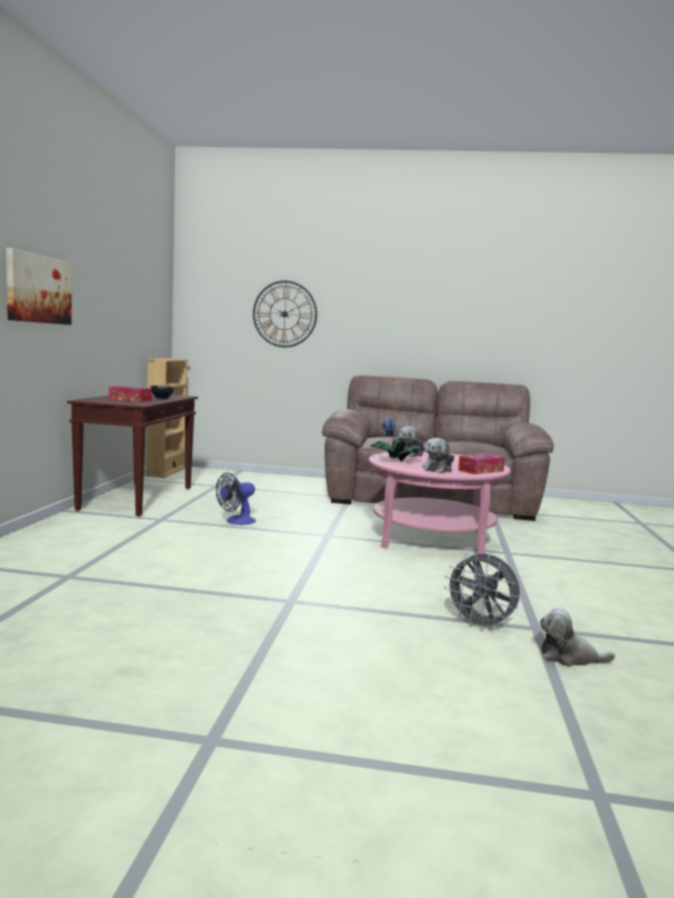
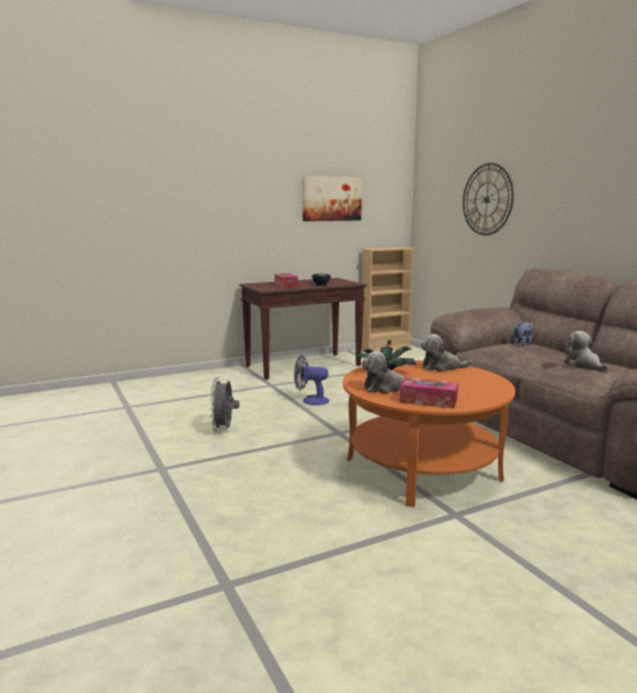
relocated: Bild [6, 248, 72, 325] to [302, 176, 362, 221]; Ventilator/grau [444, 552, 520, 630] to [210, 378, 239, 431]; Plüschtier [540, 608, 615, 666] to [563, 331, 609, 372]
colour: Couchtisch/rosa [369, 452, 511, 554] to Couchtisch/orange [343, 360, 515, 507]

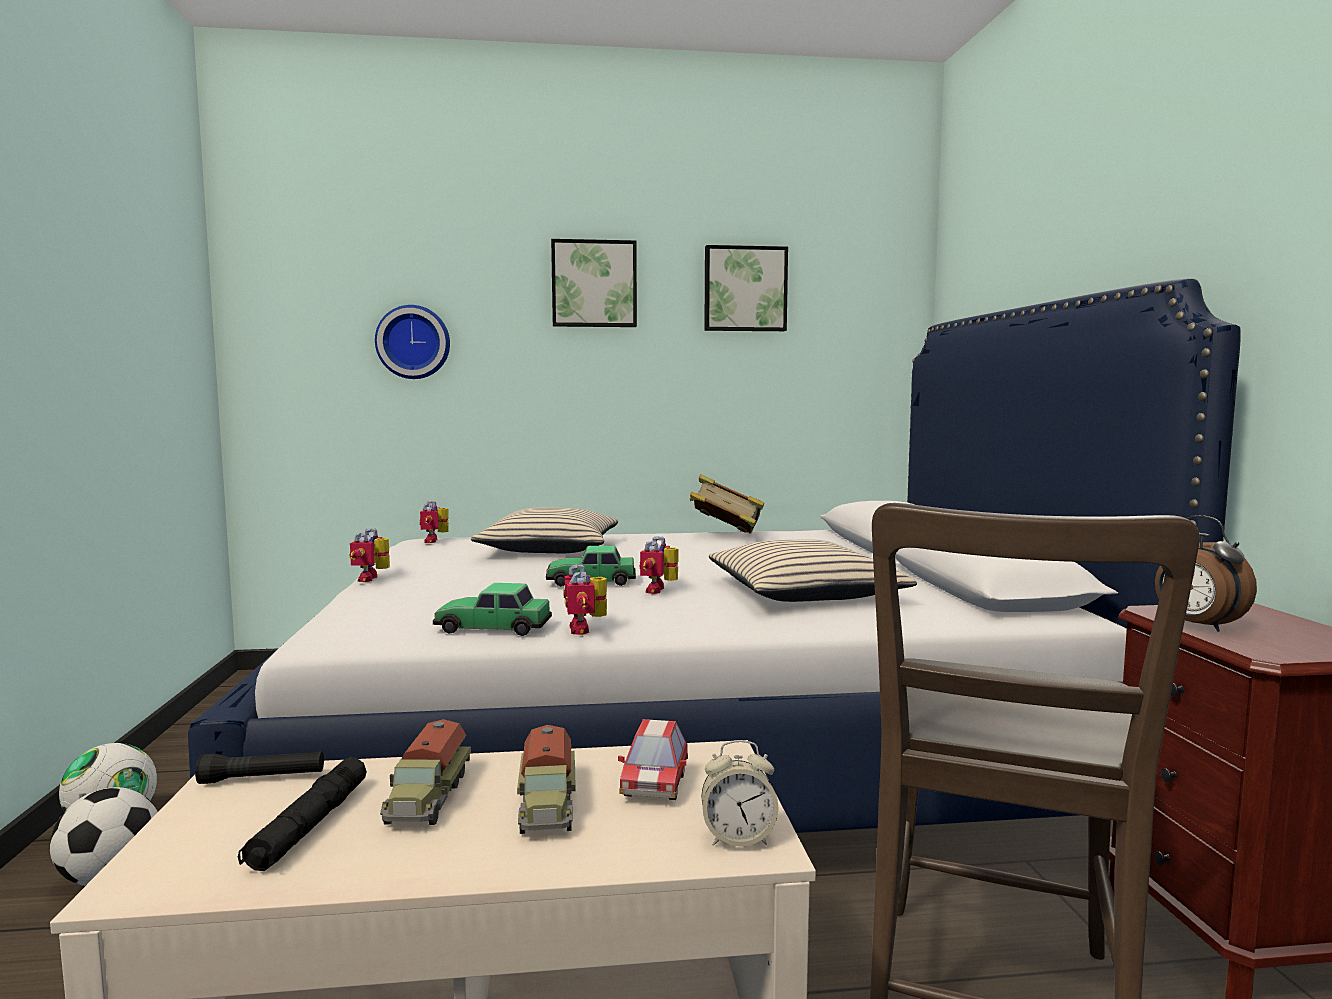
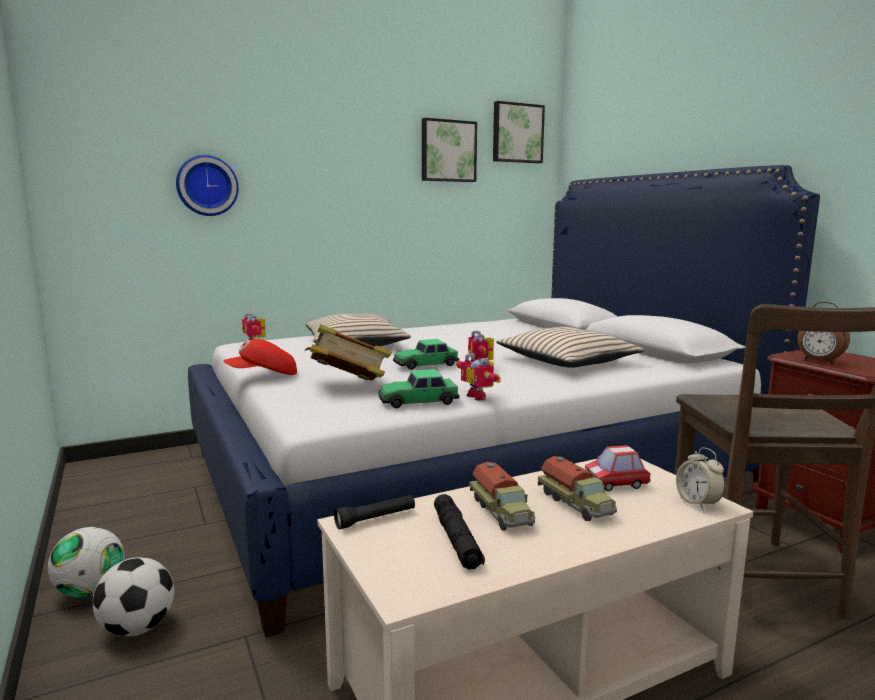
relocated: Bild [551, 239, 637, 327] to [493, 101, 545, 163]; Buch [690, 474, 764, 534] to [305, 324, 392, 381]
exchanged: Spielzeugroboter [349, 528, 390, 582] to Kappe/rot [223, 339, 297, 375]
spun: Spielzeugauto [618, 719, 688, 800] = [585, 445, 651, 491] 90 degrees clockwise; Wecker [701, 740, 779, 846] = [676, 447, 725, 510] 90 degrees clockwise

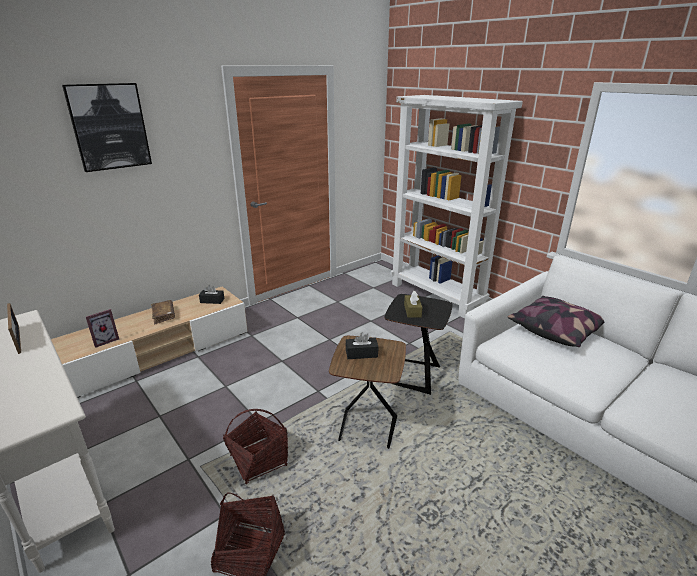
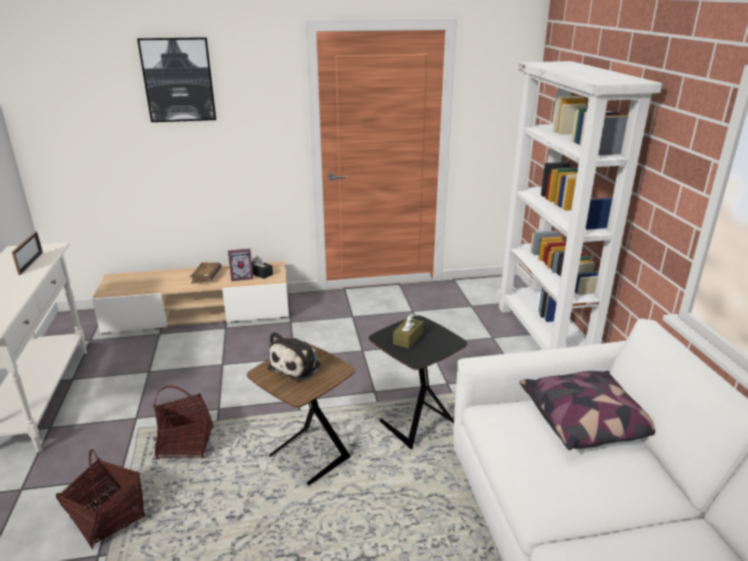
relocated: Bilderrahmen [86, 309, 119, 348] to [228, 249, 253, 281]
exchanged: Taschentuchbox/schwarz [346, 332, 378, 359] to Plüschtier [268, 332, 321, 381]

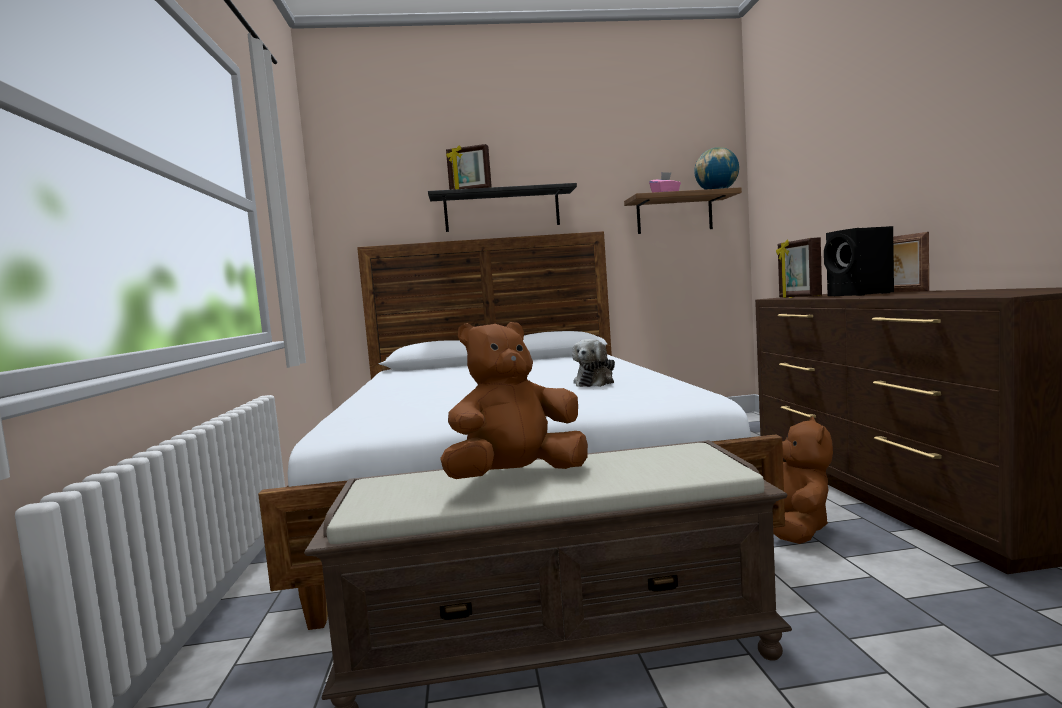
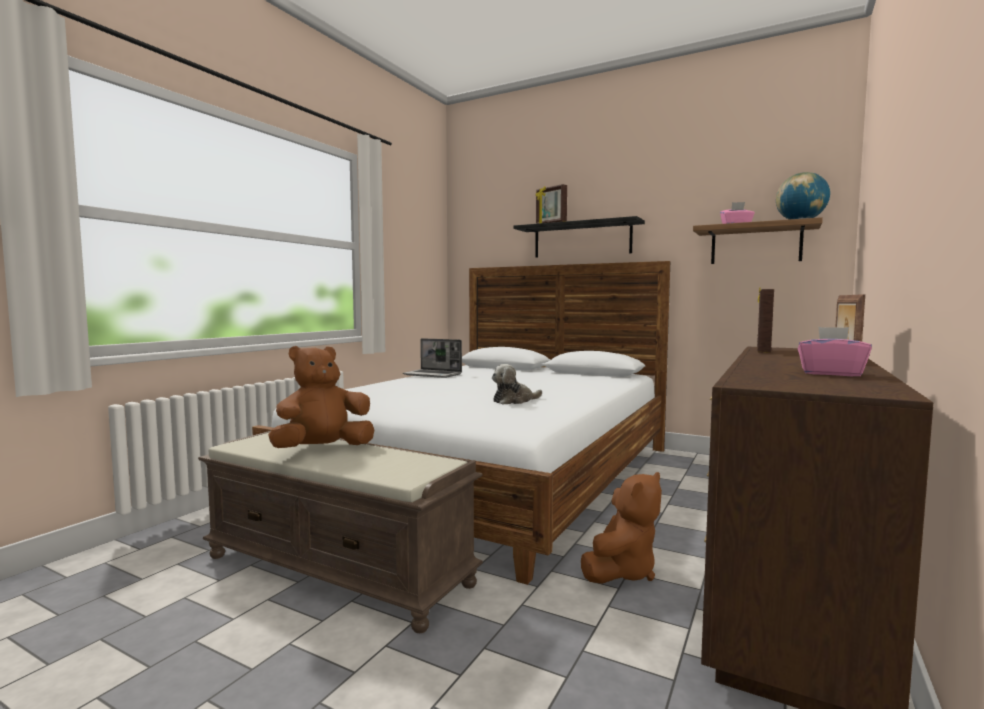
missing: Lautsprecher/schwarz [824, 226, 894, 296]
appeared: Laptop [403, 338, 462, 378]; Taschentuchbox/rosa [798, 327, 872, 376]
spun: Plüschtier/braun [440, 322, 588, 479] = [268, 346, 374, 448] 45 degrees counterclockwise

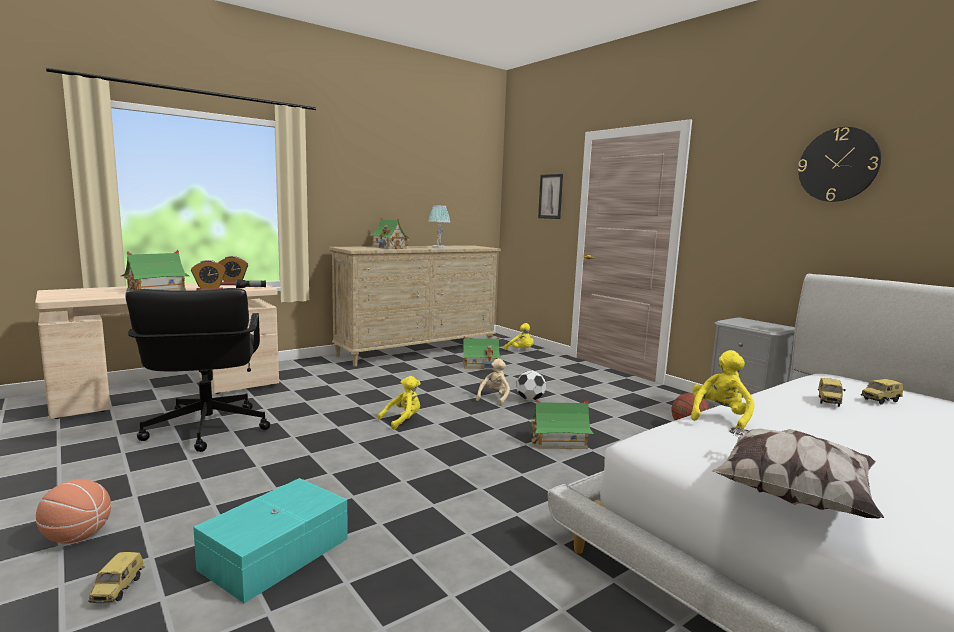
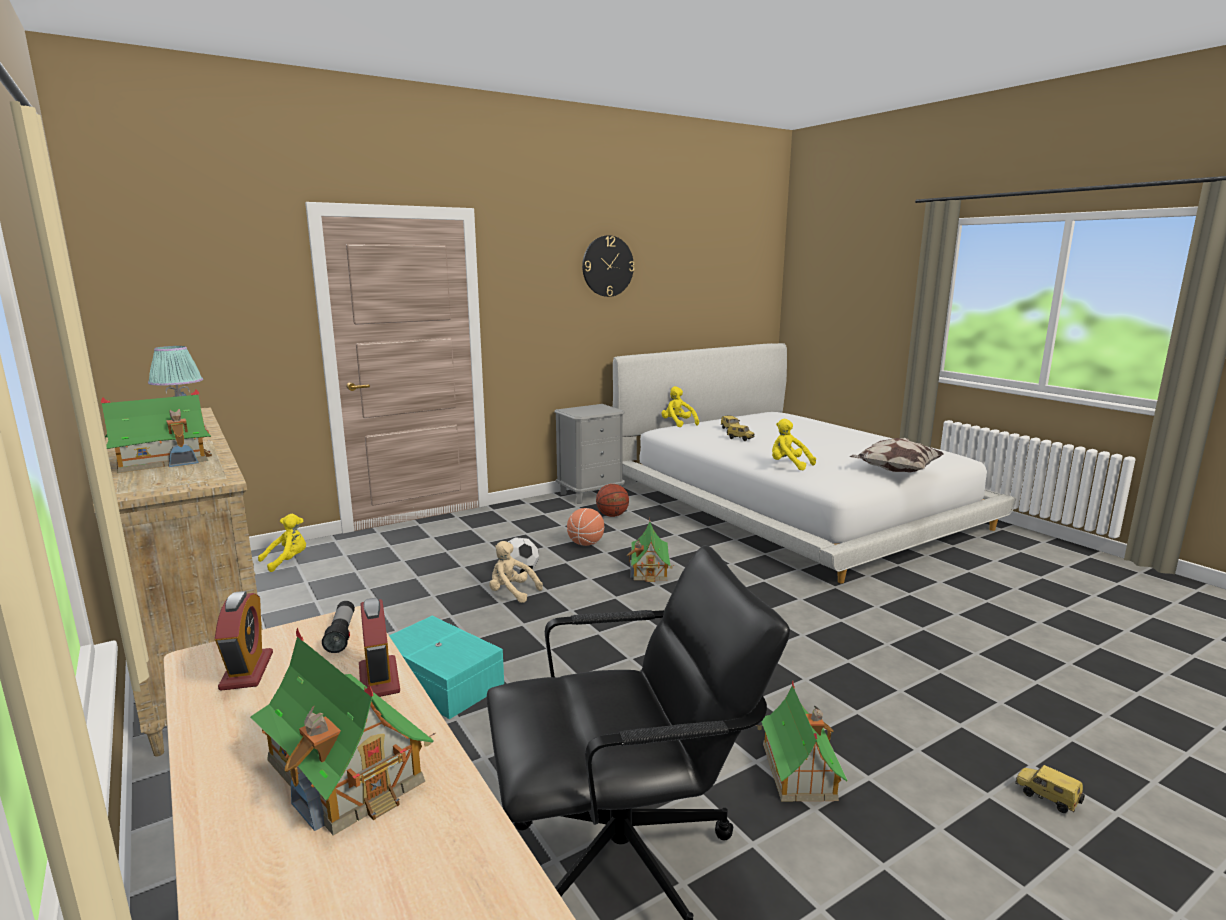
missing: Bild [538, 174, 563, 219]
relocated: Basketball [36, 479, 111, 544] to [567, 508, 604, 546]; Aufbewahrungsbox/türkis [193, 478, 348, 603] to [389, 616, 504, 719]; Plüschtier/gelb [378, 376, 421, 430] to [661, 386, 699, 427]; Spielzeughaus [461, 336, 501, 370] to [756, 681, 848, 801]
spun: Spielzeugauto [88, 552, 144, 603] = [1015, 765, 1085, 813] 135 degrees counterclockwise

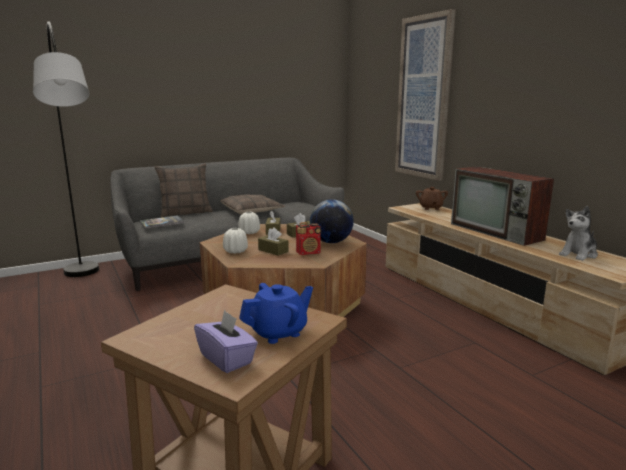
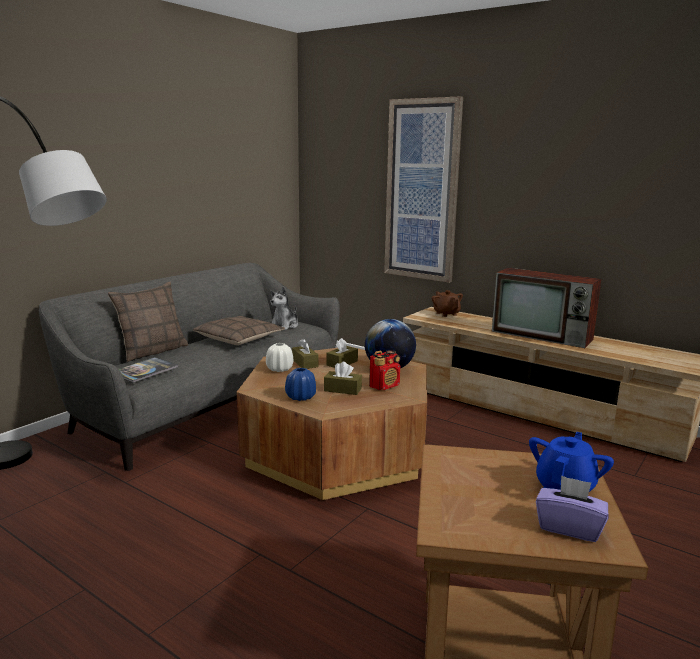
relocated: Plüschtier [559, 206, 598, 261] to [270, 287, 298, 331]
colour: Vase/weiß [223, 228, 248, 254] to Vase/blau [285, 368, 316, 401]

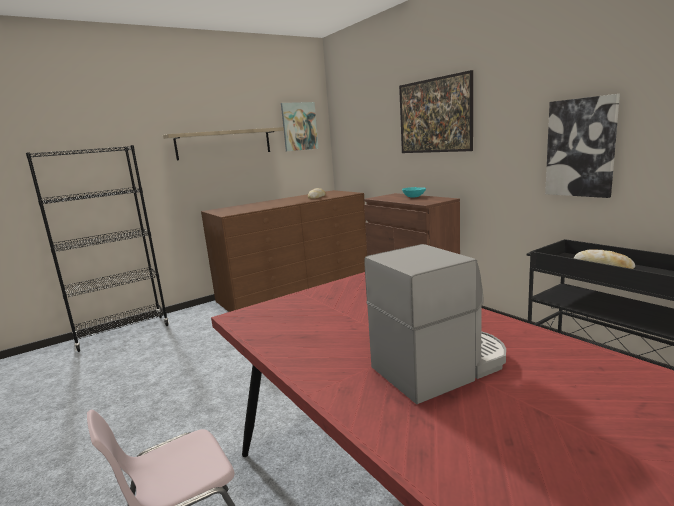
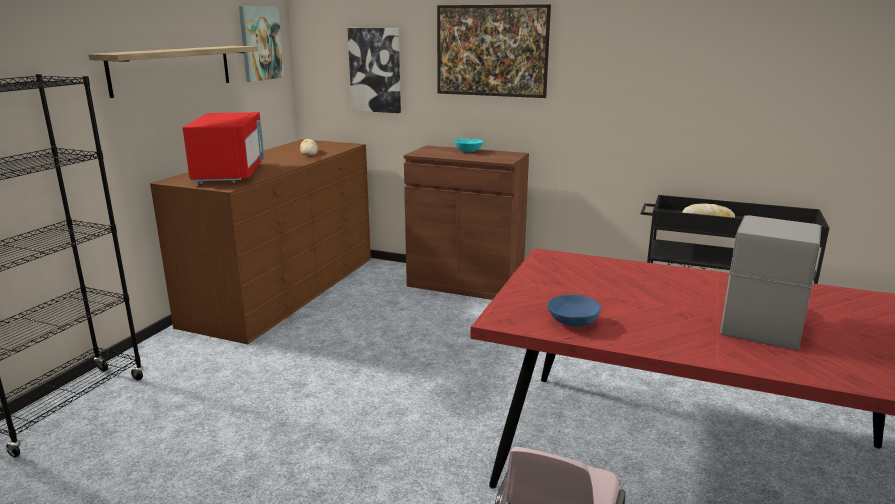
appeared: Mikrowelle/rot [183, 112, 264, 184]; Schüssel/blau [547, 294, 601, 327]
relocated: Bild [545, 94, 620, 198] to [348, 28, 401, 113]

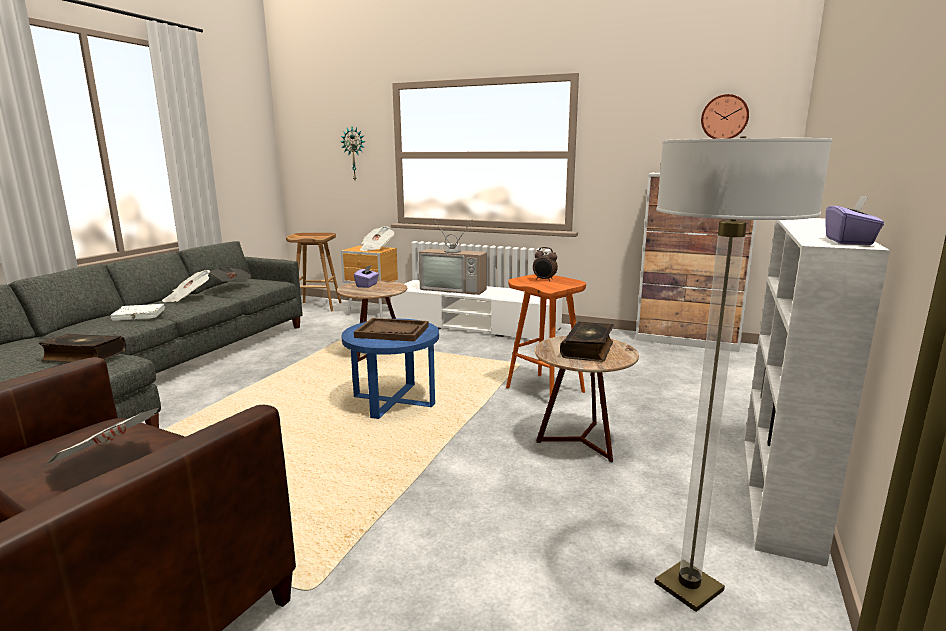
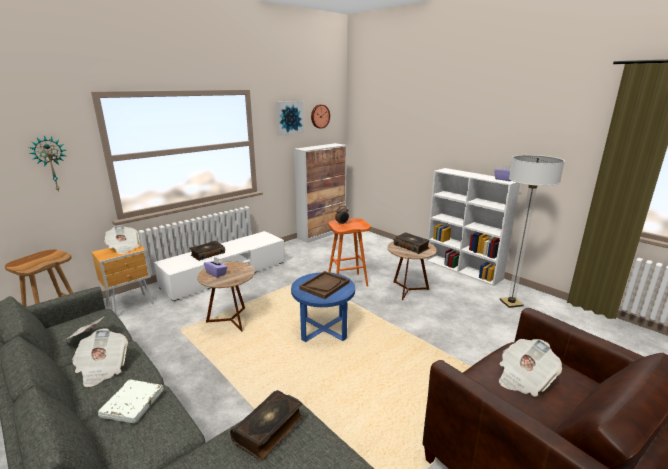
appeared: Bild [276, 101, 304, 136]
exchanged: Fernseher [419, 218, 487, 295] to Buch [190, 241, 225, 261]

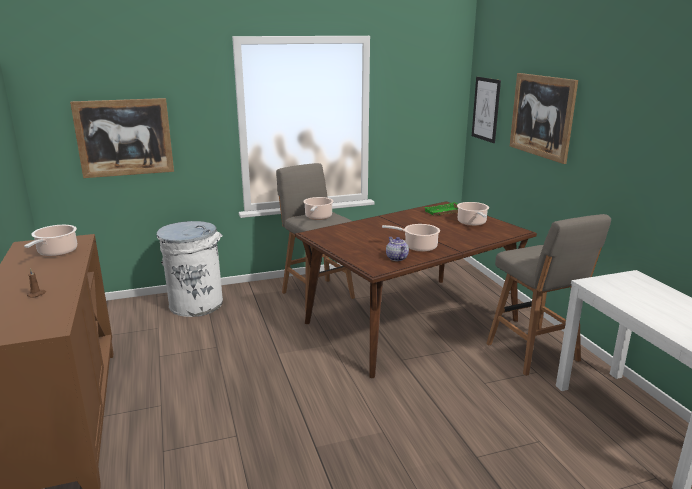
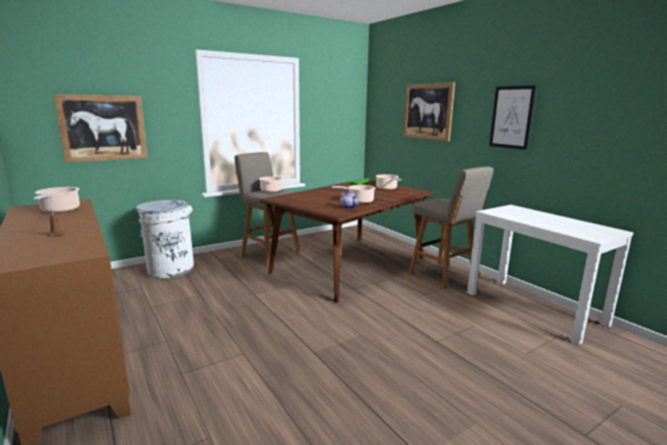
relocated: Bild [472, 77, 501, 143] to [489, 85, 537, 150]

